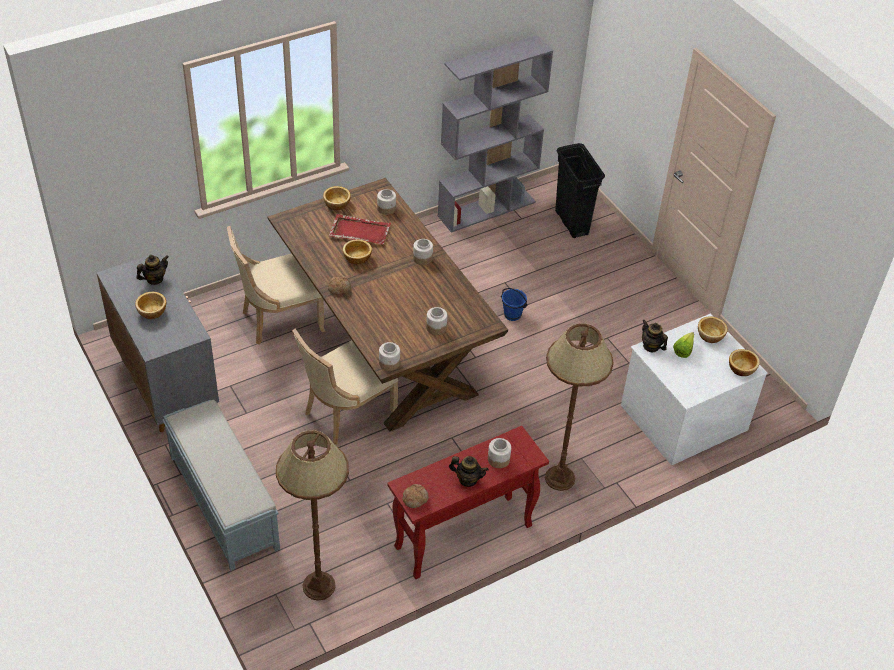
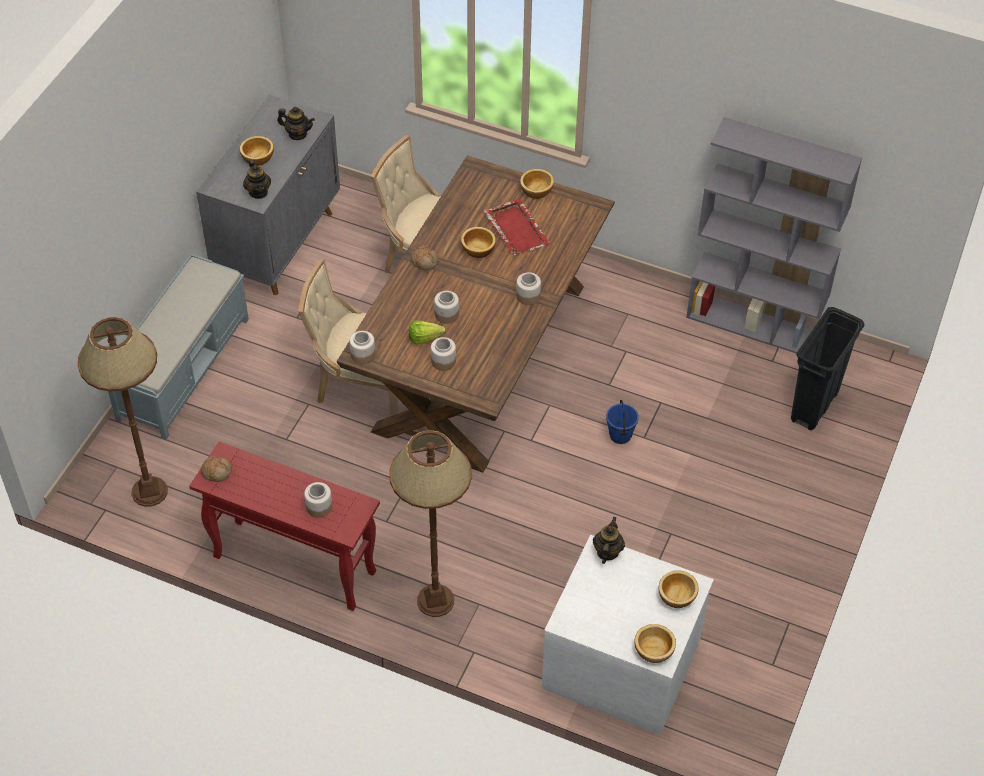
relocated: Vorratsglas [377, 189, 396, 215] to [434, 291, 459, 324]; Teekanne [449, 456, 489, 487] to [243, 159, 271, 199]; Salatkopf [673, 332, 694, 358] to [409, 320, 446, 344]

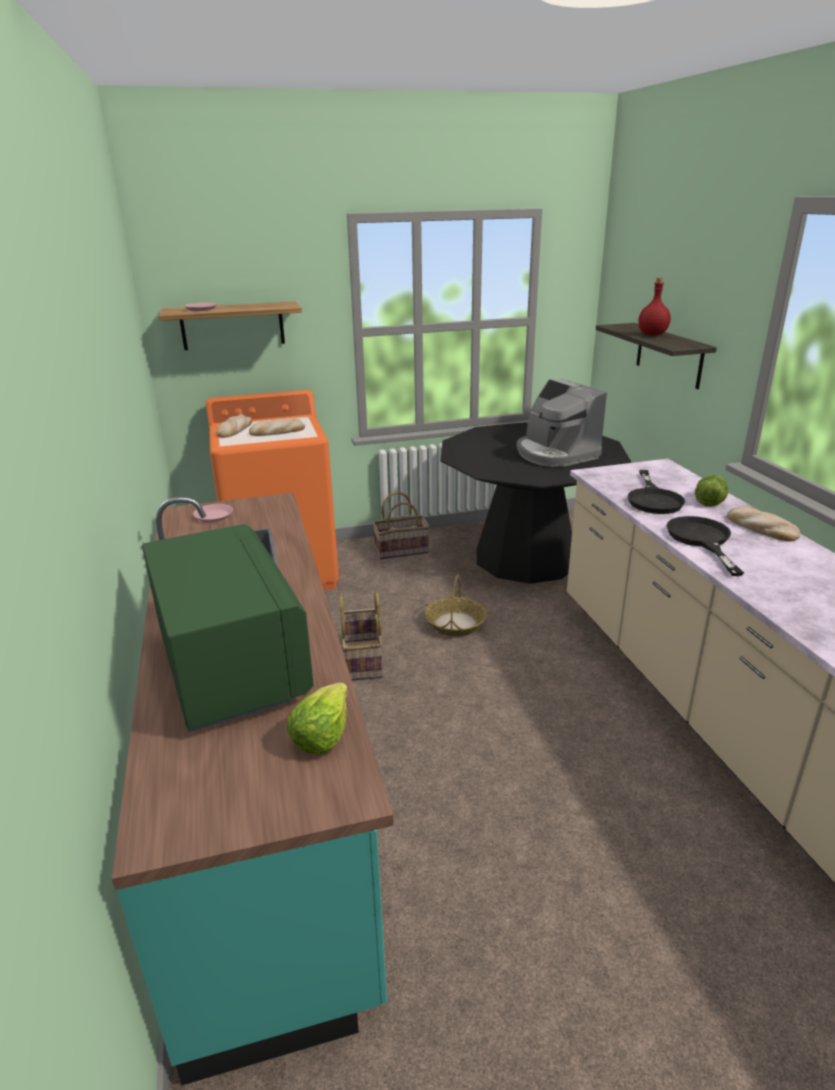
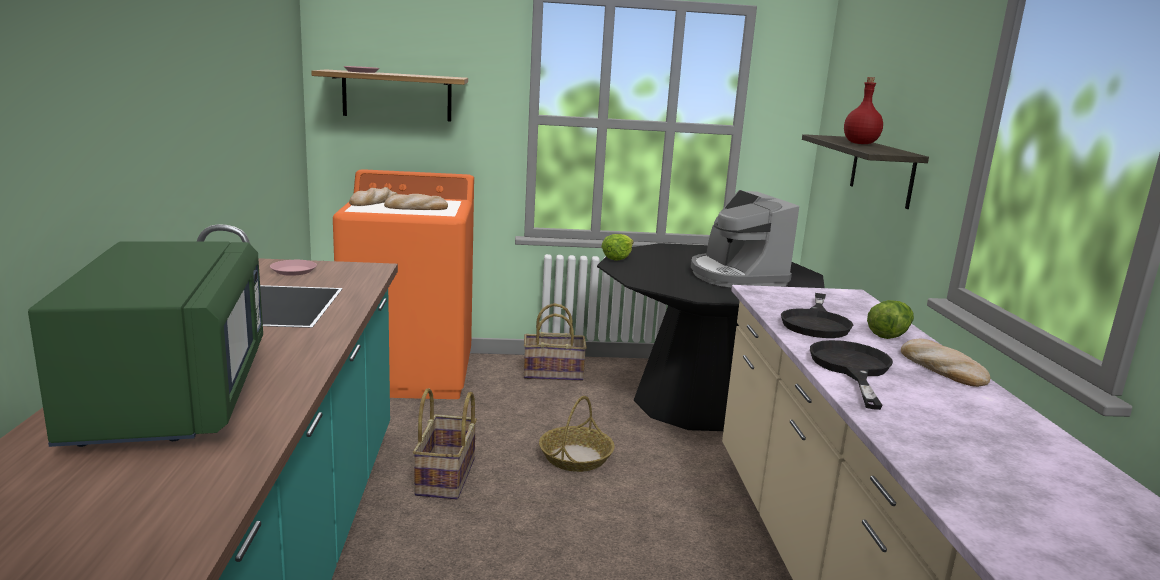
relocated: Salatkopf [286, 682, 348, 755] to [601, 234, 634, 260]

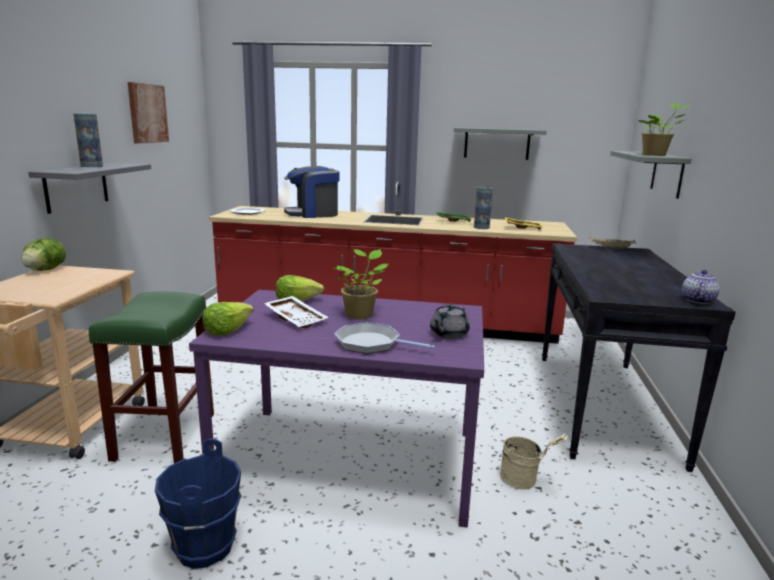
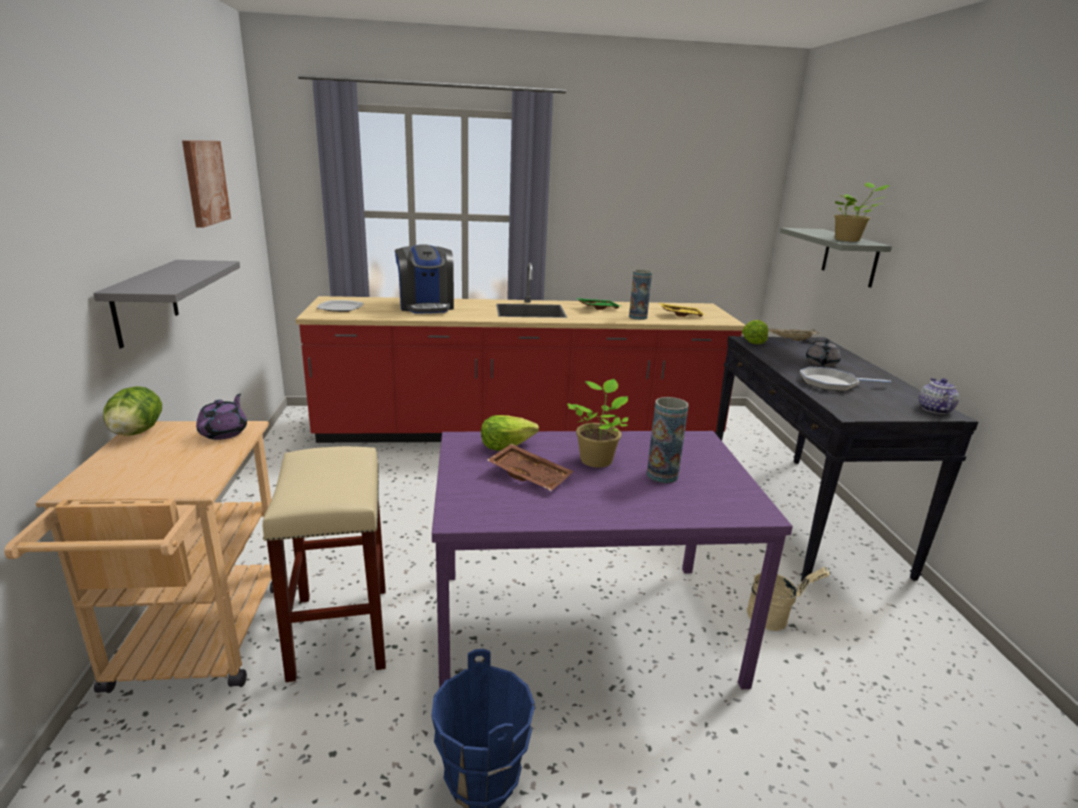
missing: Wandregal/grau [454, 127, 547, 160]
appeared: Teekanne/lila [196, 394, 247, 440]
relocated: Vase [74, 114, 103, 167] to [647, 397, 689, 483]; Salatkopf [203, 302, 254, 336] to [742, 320, 769, 344]; Pfanne [335, 322, 435, 354] to [800, 367, 891, 391]; Teekanne/grau [430, 304, 470, 339] to [806, 339, 841, 367]
colour: Hocker/grün [89, 291, 214, 463] to Hocker/beige [263, 446, 386, 682]; Tablett/weiß [264, 296, 329, 328] to Tablett/braun [487, 444, 574, 491]
spun: Kaffeemaschine [284, 166, 340, 218] = [395, 244, 454, 314] 75 degrees counterclockwise

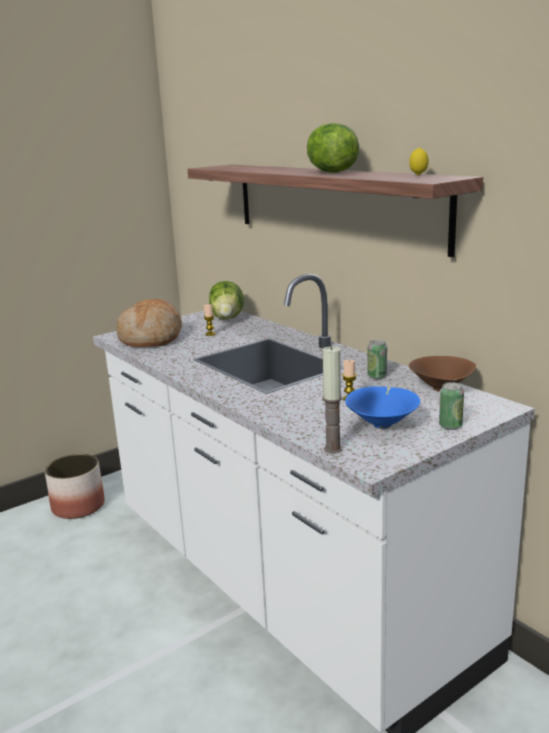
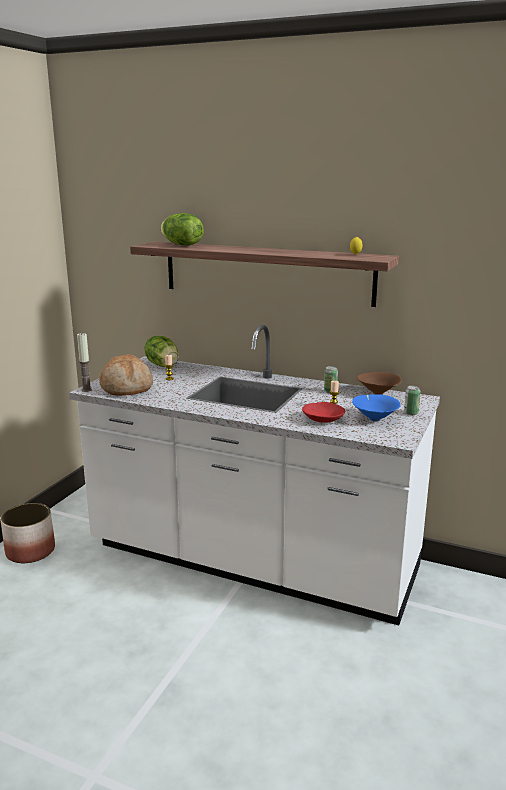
appeared: Schüssel/rot [302, 402, 345, 423]
relocated: Salatkopf [307, 123, 359, 173] to [161, 213, 204, 246]; Kerze [322, 346, 342, 453] to [77, 333, 92, 392]

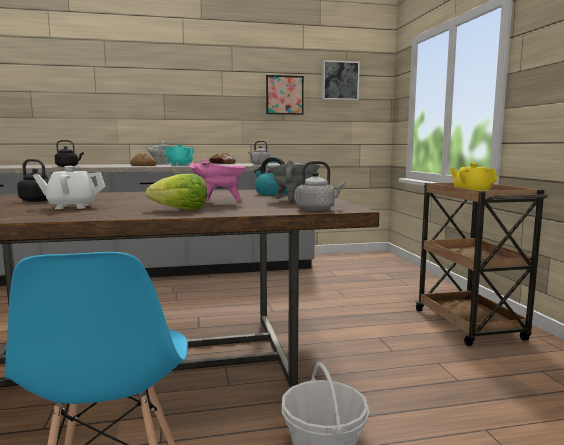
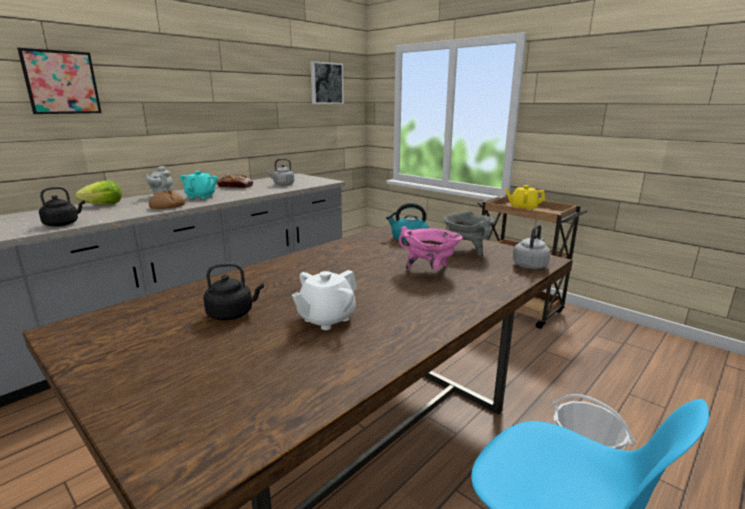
relocated: Salatkopf [146, 173, 207, 210] to [75, 180, 121, 205]; Bild [266, 75, 304, 115] to [17, 48, 102, 114]

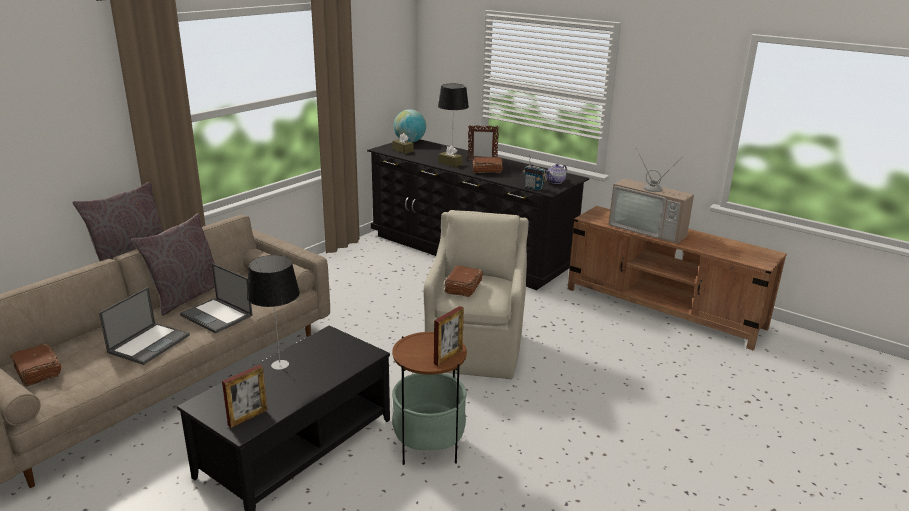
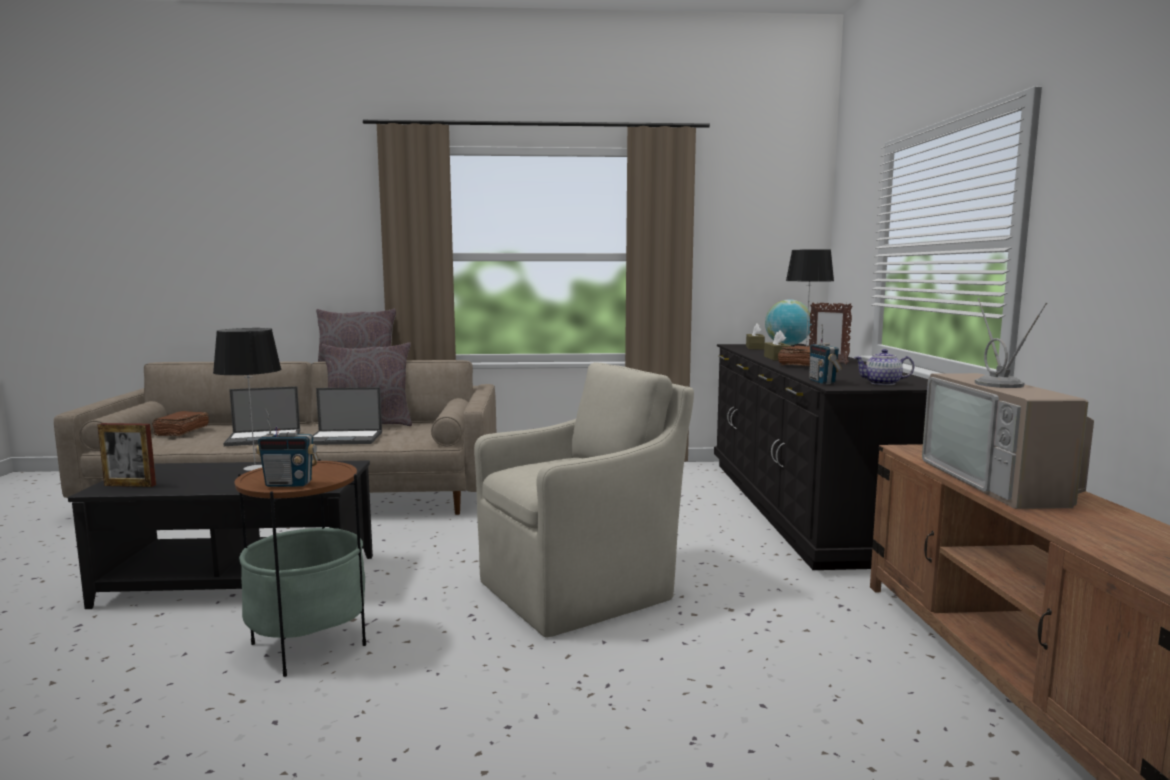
missing: Buch/braun [444, 266, 483, 297]
exchanged: Bilderrahmen [434, 306, 464, 366] to Radio [256, 408, 318, 487]
spun: Laptop [180, 263, 253, 334] = [313, 387, 382, 445] 90 degrees counterclockwise

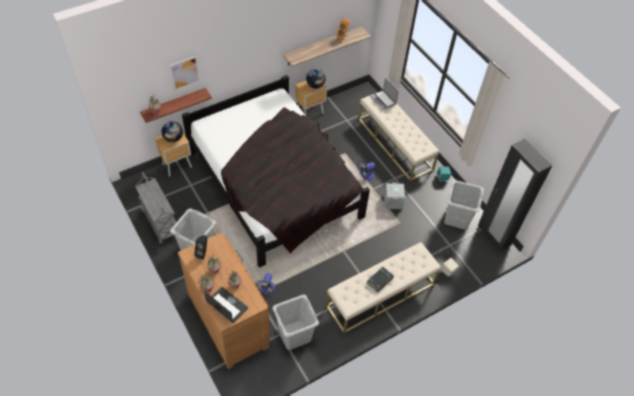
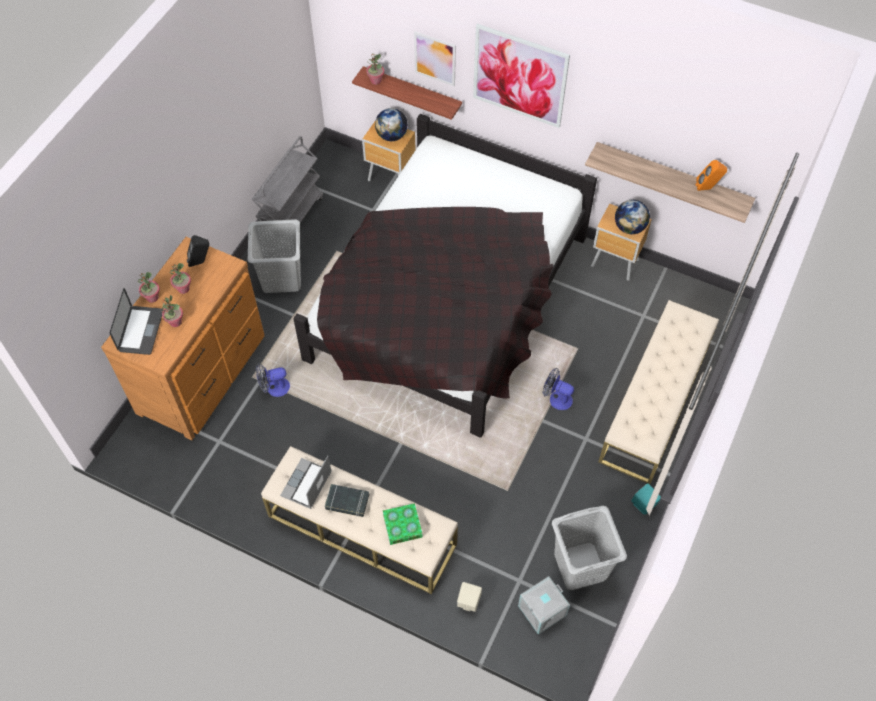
missing: Wäschekorb/grau [272, 295, 319, 350]; Kleiderschrank/schwarz [478, 139, 552, 251]
appeared: Buch [383, 503, 423, 545]; Bild [473, 24, 570, 128]
relocated: Laptop [370, 78, 399, 110] to [280, 455, 331, 509]; Aufbewahrungsbox/grau [384, 182, 405, 209] to [518, 576, 570, 634]

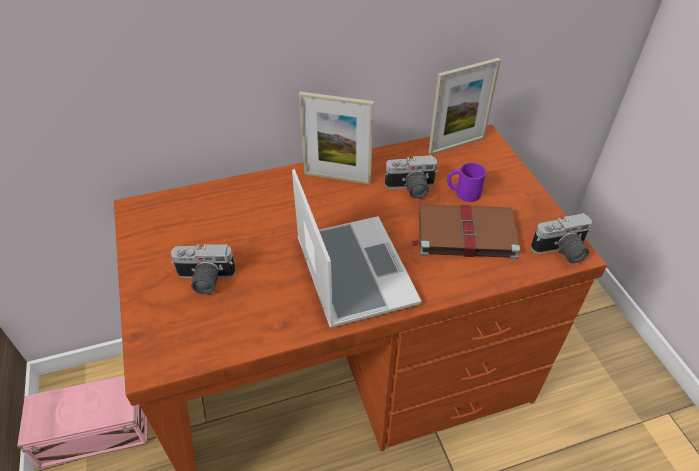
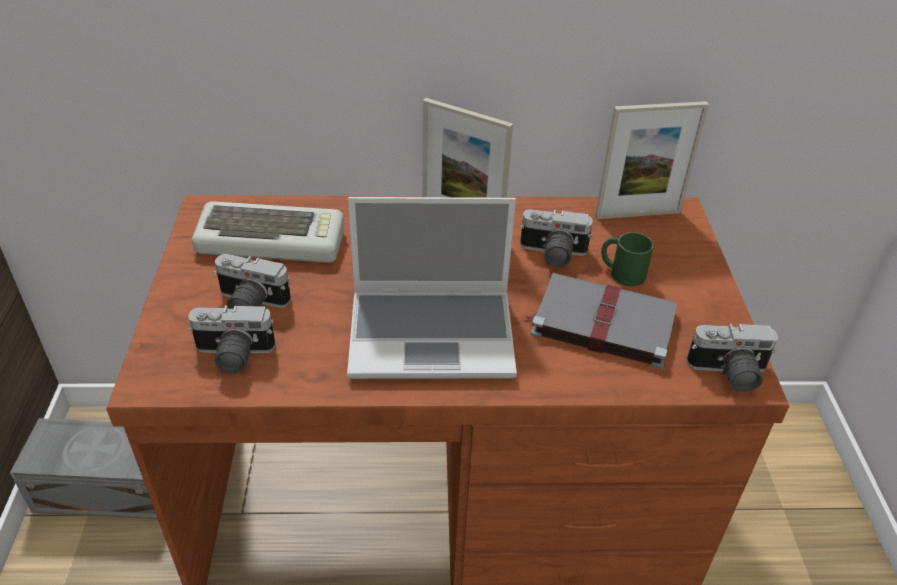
appeared: Kamera [187, 305, 275, 373]; Tastatur [192, 201, 344, 263]
colour: Aufbewahrungsbox/rosa [17, 376, 148, 468] to Aufbewahrungsbox/grau [10, 418, 158, 519]; Buch/braun [411, 204, 520, 259] to Buch/grau [523, 273, 677, 369]; Henkelbecher/lila [447, 163, 486, 202] to Henkelbecher/grün [601, 232, 654, 287]
spun: Laptop [292, 169, 421, 328] = [347, 197, 517, 379] 90 degrees clockwise

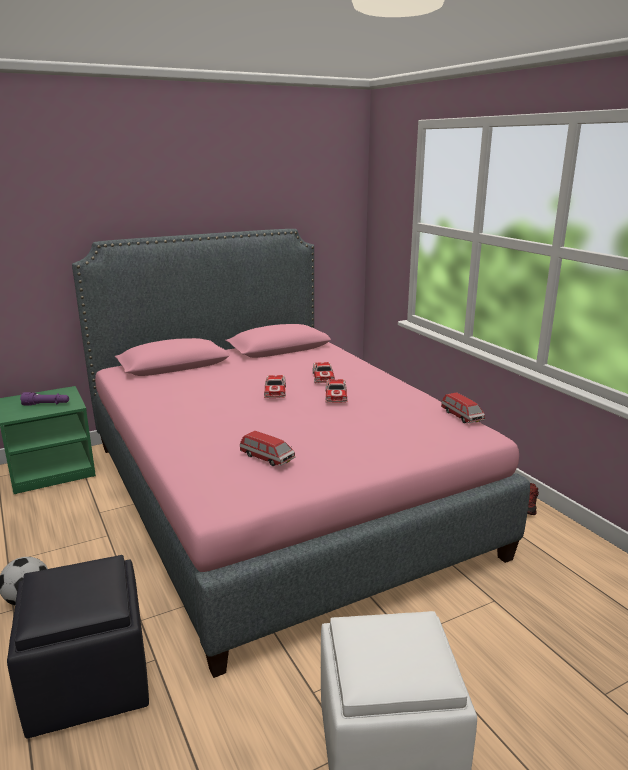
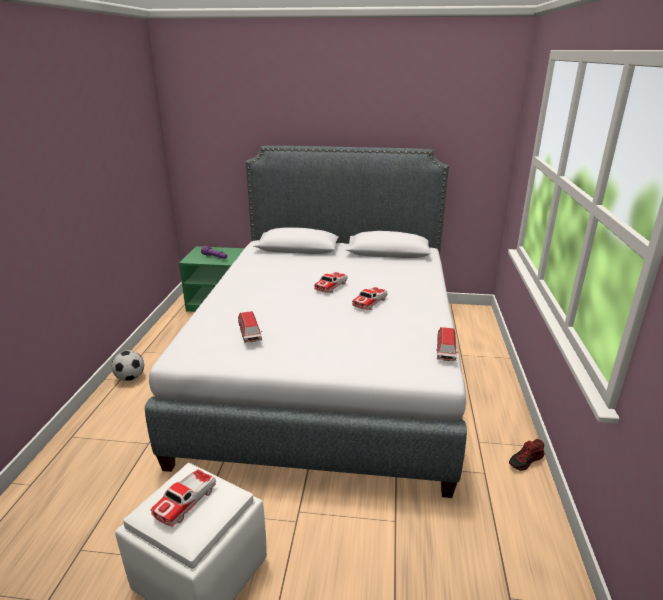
missing: Polsterhocker/schwarz [7, 555, 149, 739]
relocated: Spielzeugauto [312, 362, 335, 383] to [151, 469, 216, 527]
colour: Bett/rosa [72, 229, 530, 678] to Bett/grau [145, 146, 467, 498]

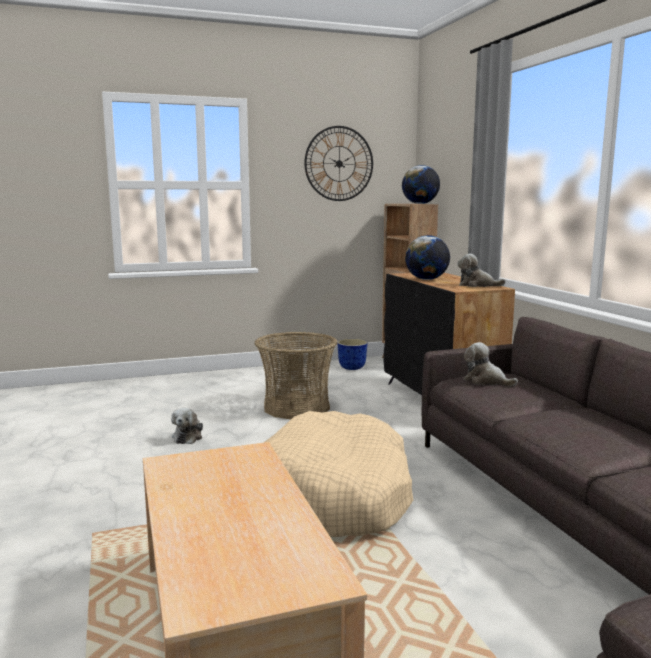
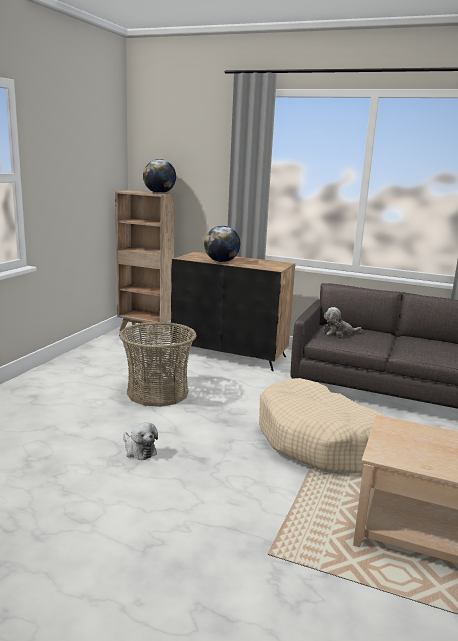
missing: Wanduhr [304, 126, 373, 201]; Pflanzkübel [337, 339, 368, 370]; Plüschtier [458, 254, 506, 287]

